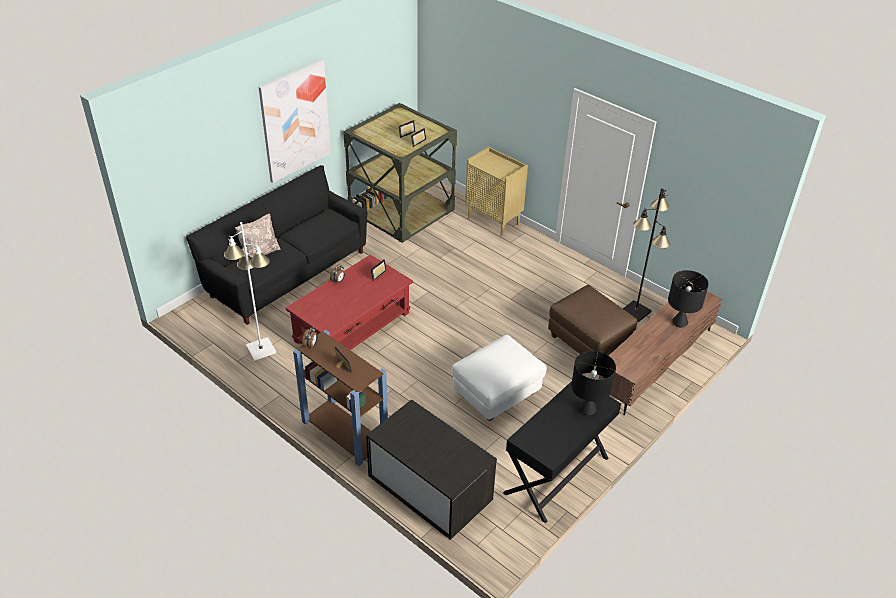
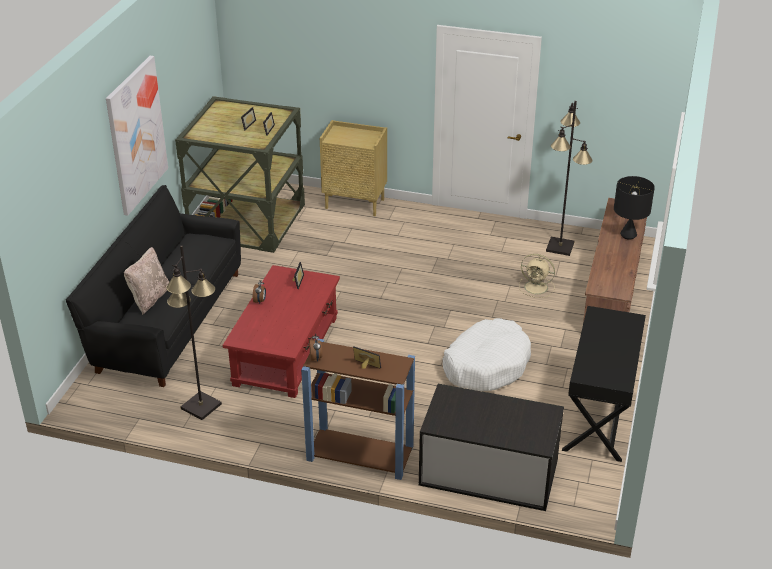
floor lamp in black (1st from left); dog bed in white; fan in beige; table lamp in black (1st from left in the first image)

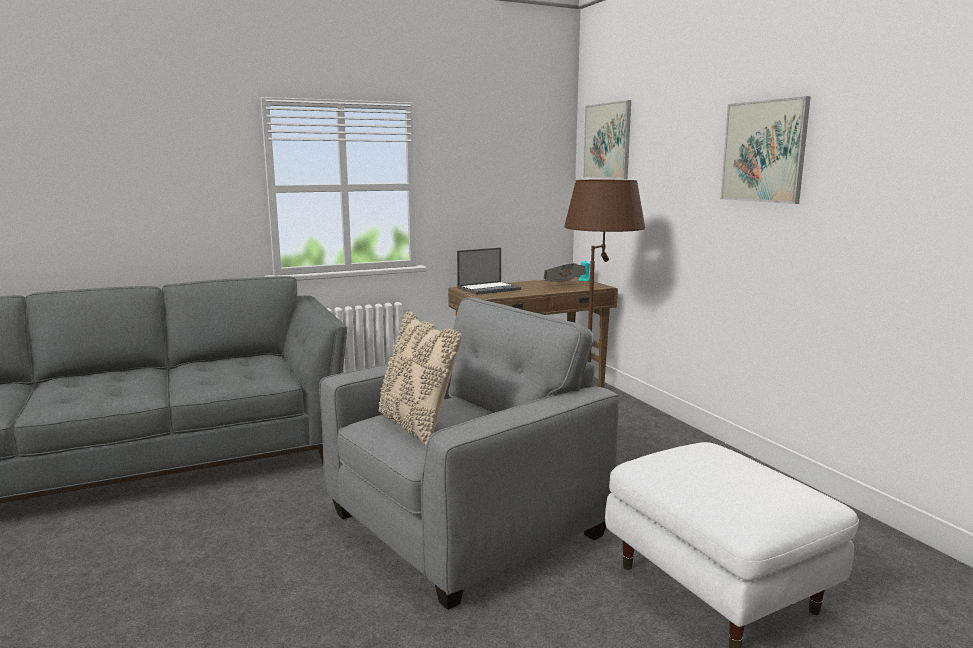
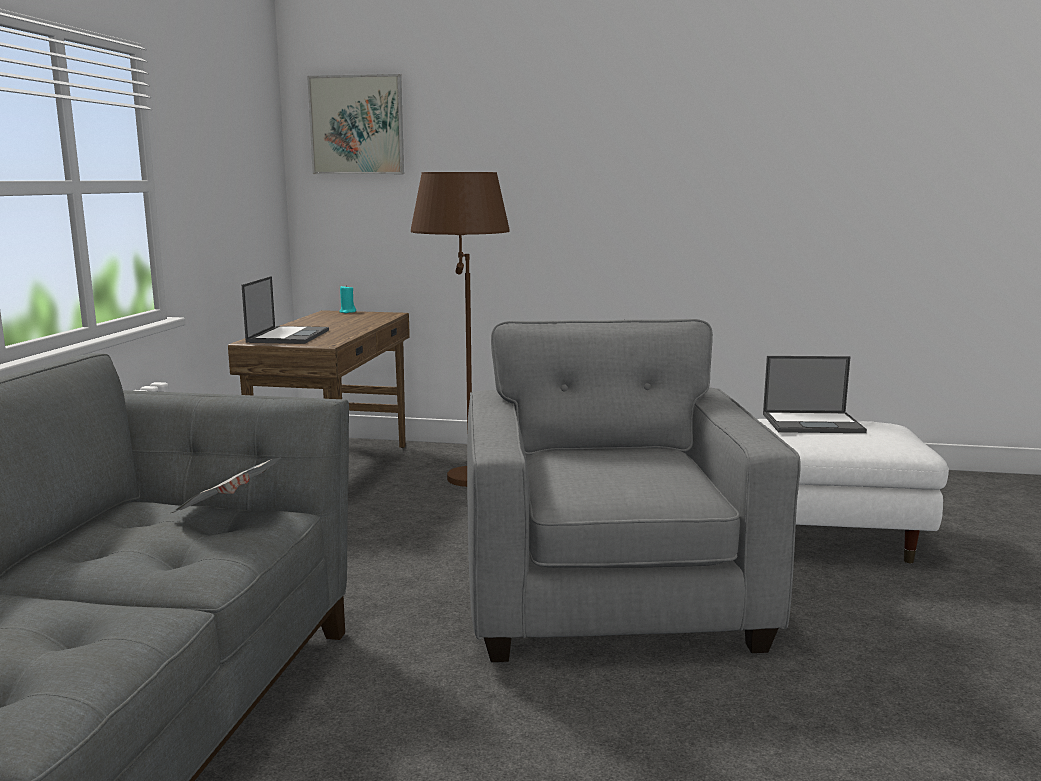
pillow in beige; newspaper; picture (2nd from left in the first image); laptop (2nd from left)

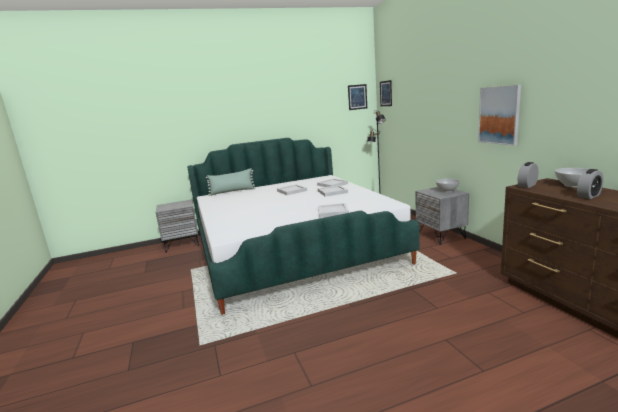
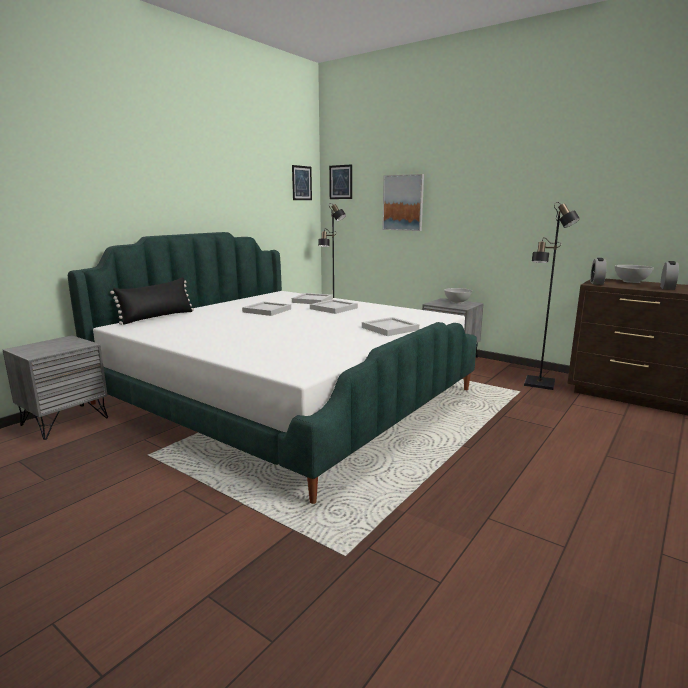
pillow in black; picture (3rd from left); floor lamp in black (2nd from left)

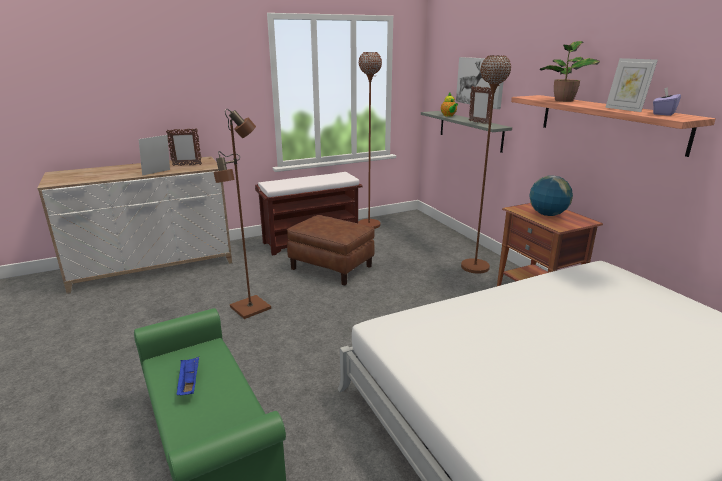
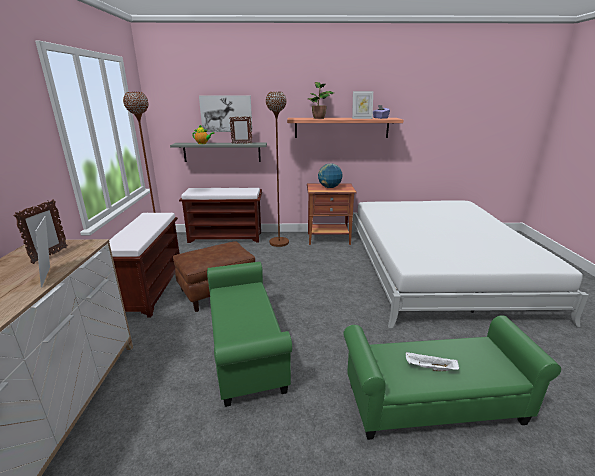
tray in white; ottoman in green (1st from left); bench in brown (2nd from left)

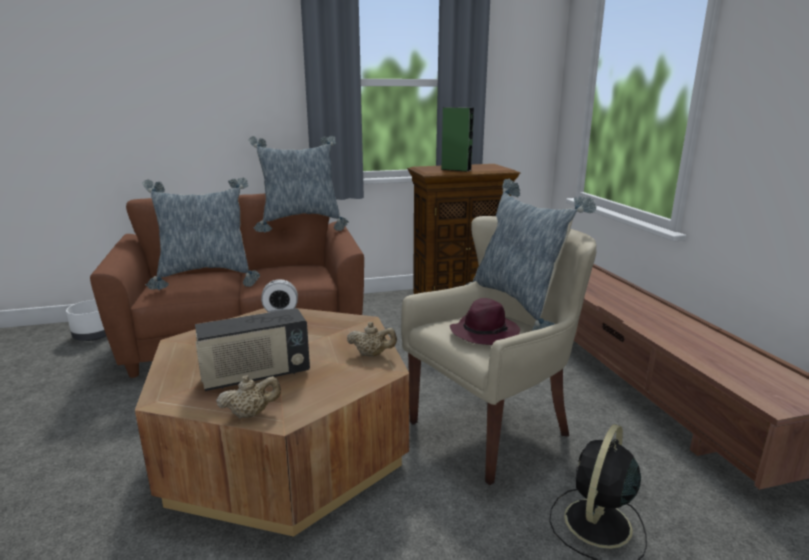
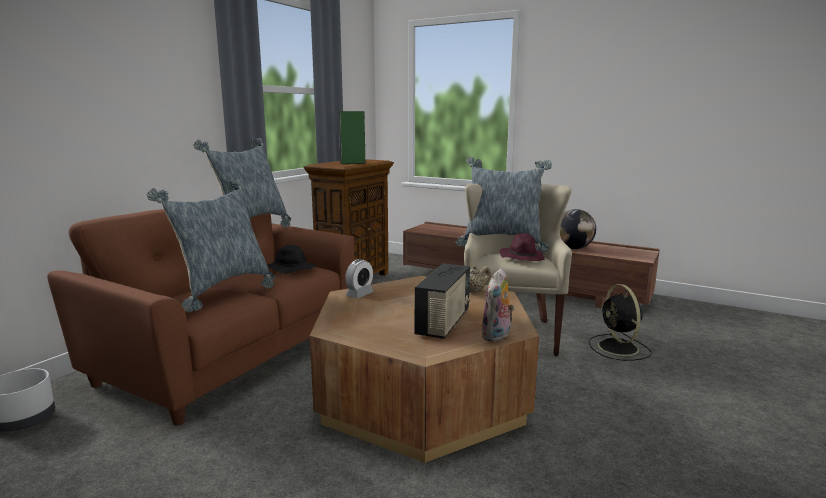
plush toy; hat in black; globe

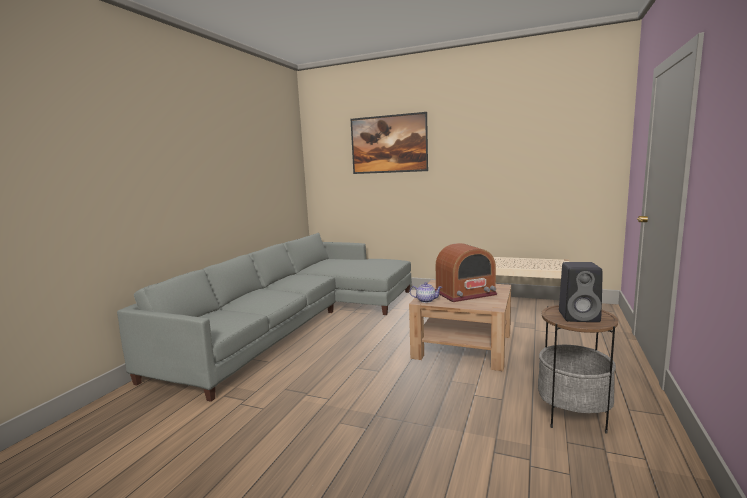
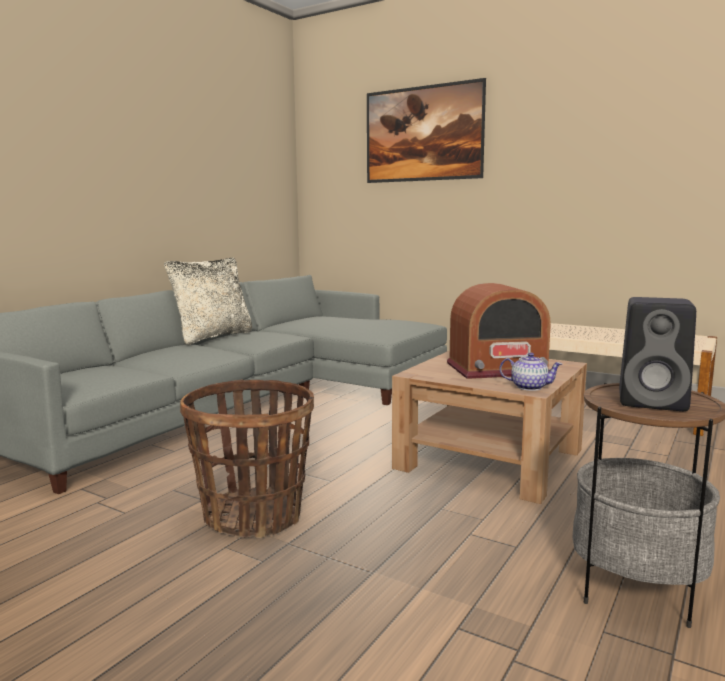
teapot; pillow in beige; basket

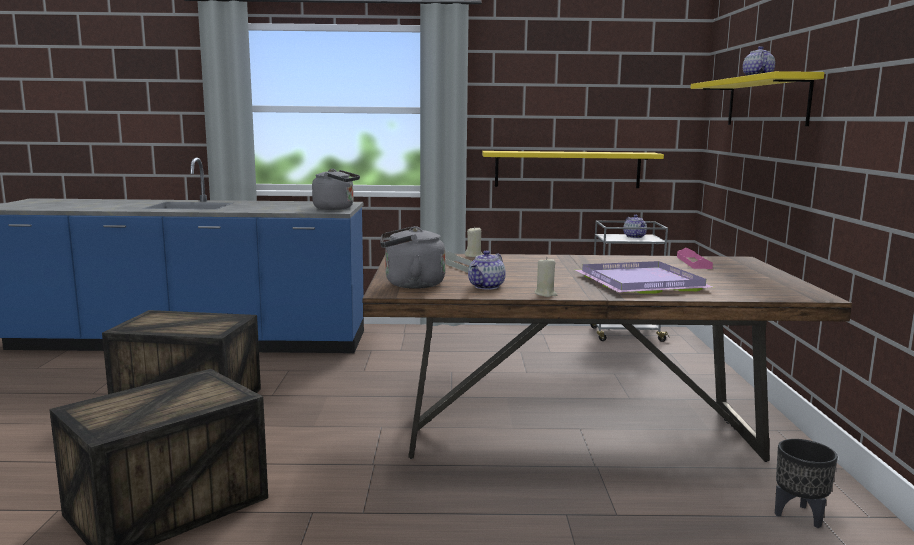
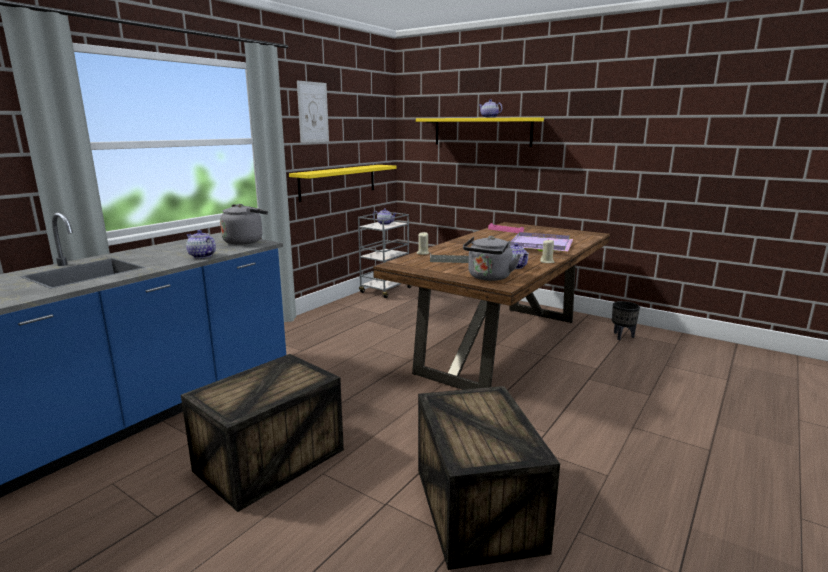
teapot (1st from left); picture

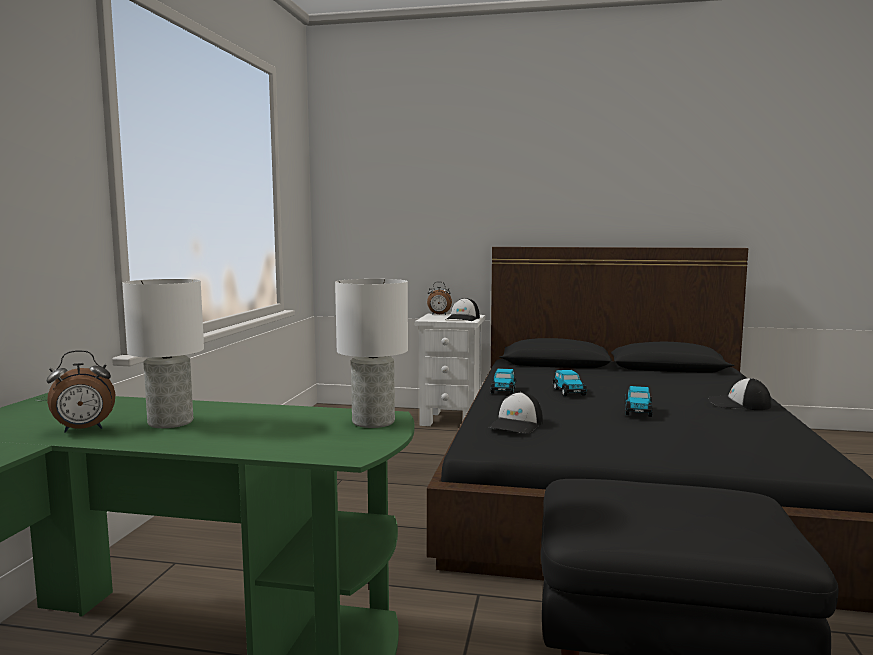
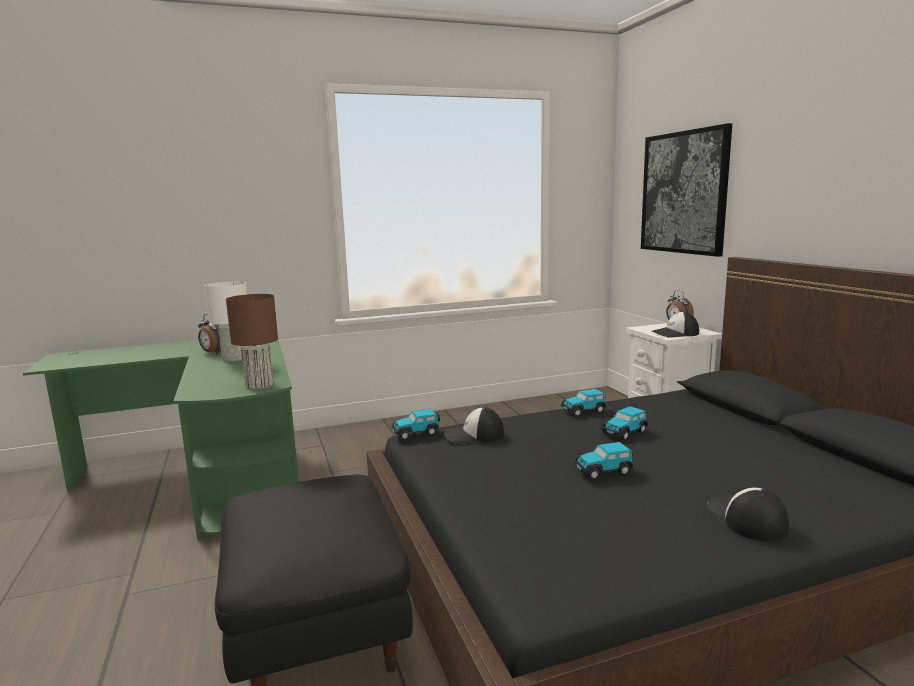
table lamp in brown; toy car (1st from left); picture

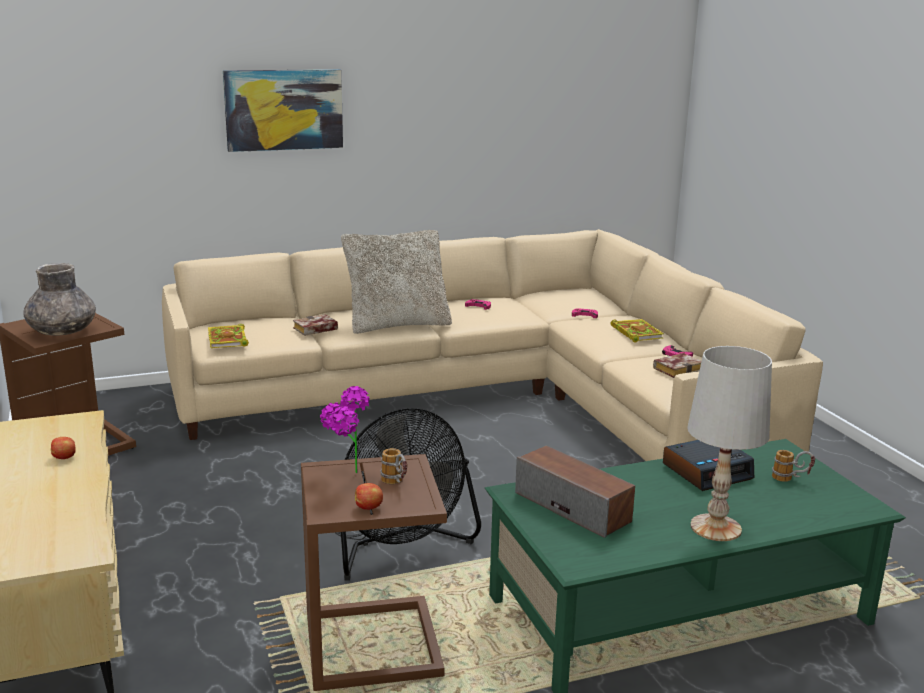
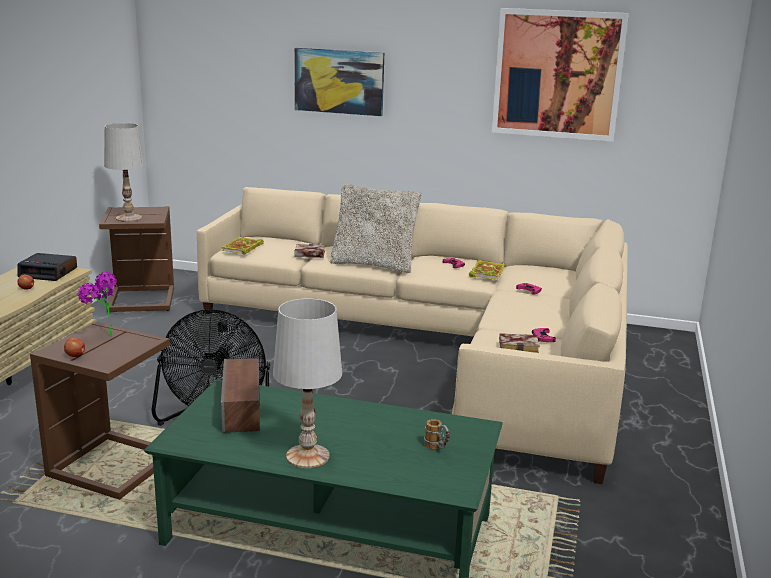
table lamp in white (1st from left); mug (1st from left in the first image); book (3rd from left); alarm clock; picture (2nd from left)

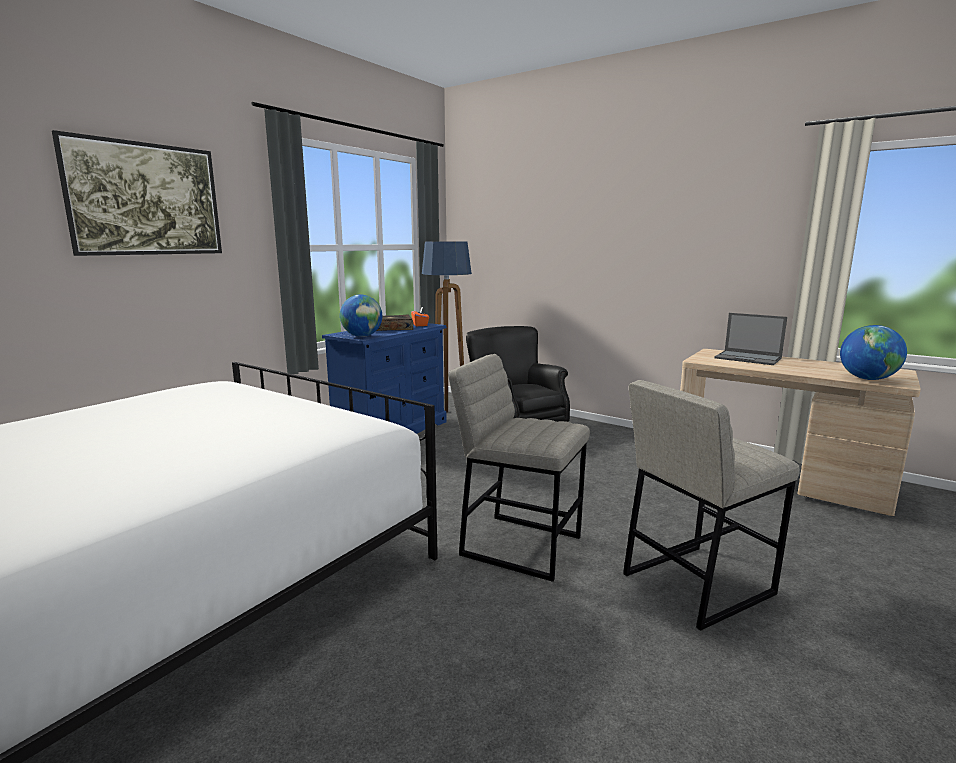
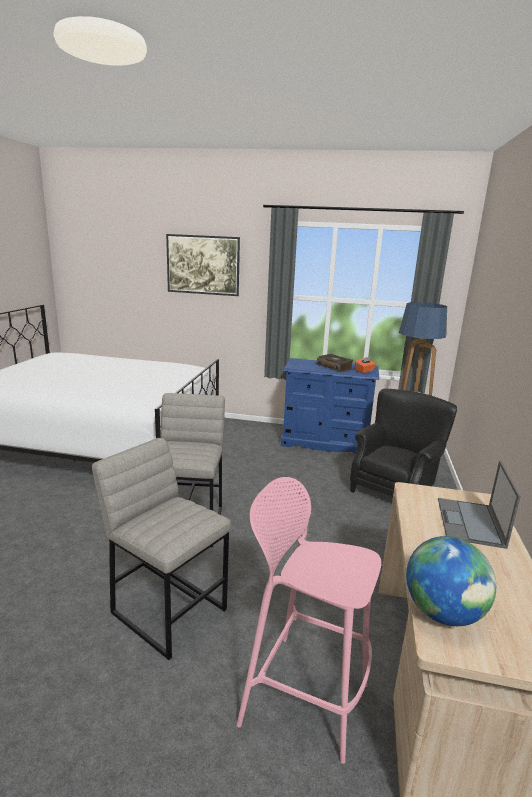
globe (1st from left in the first image); stool in pink

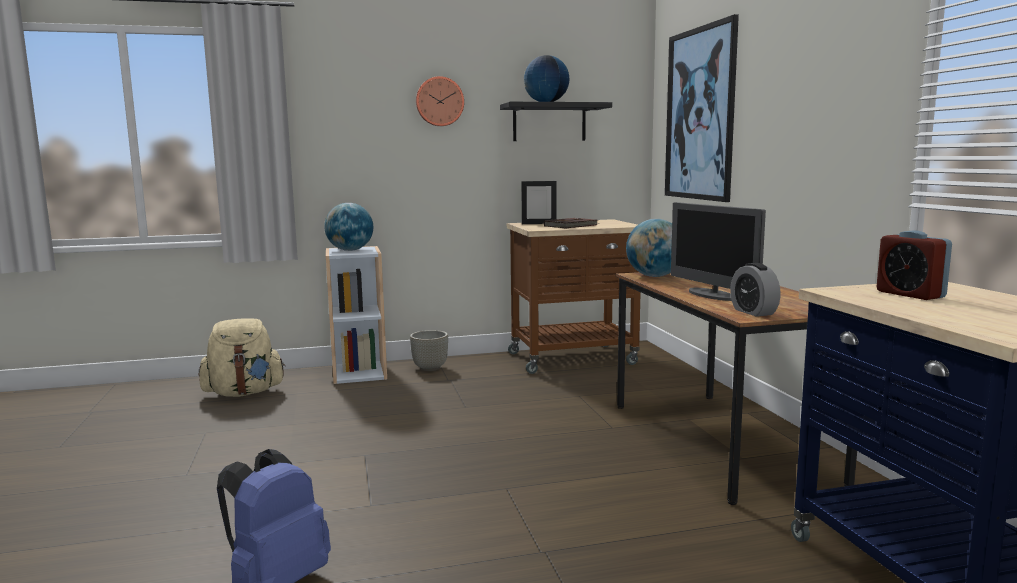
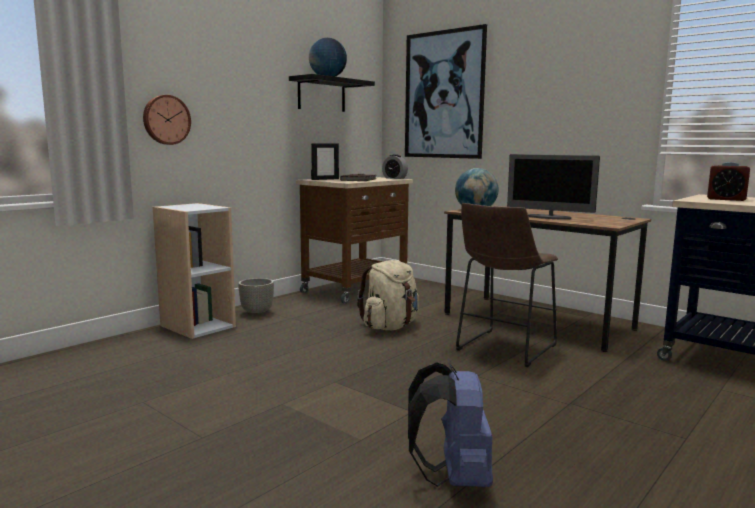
backpack in beige; globe (1st from left in the first image); wall clock; alarm clock (1st from left); stool in brown

